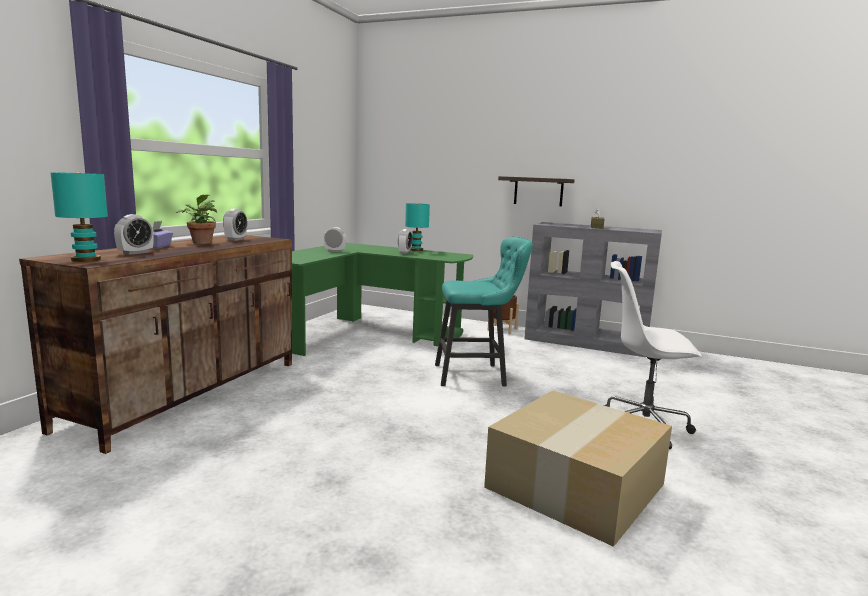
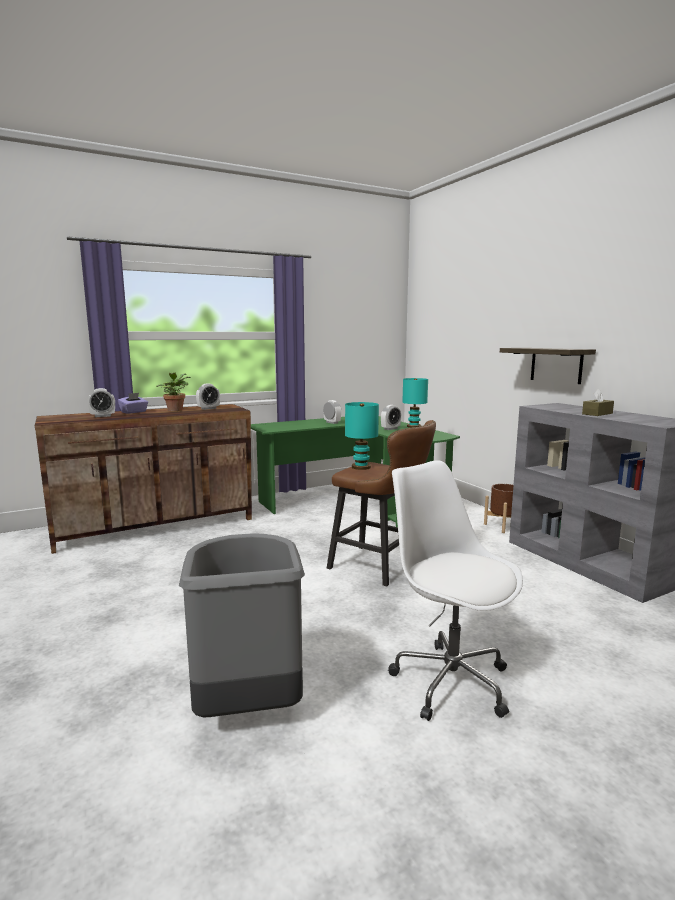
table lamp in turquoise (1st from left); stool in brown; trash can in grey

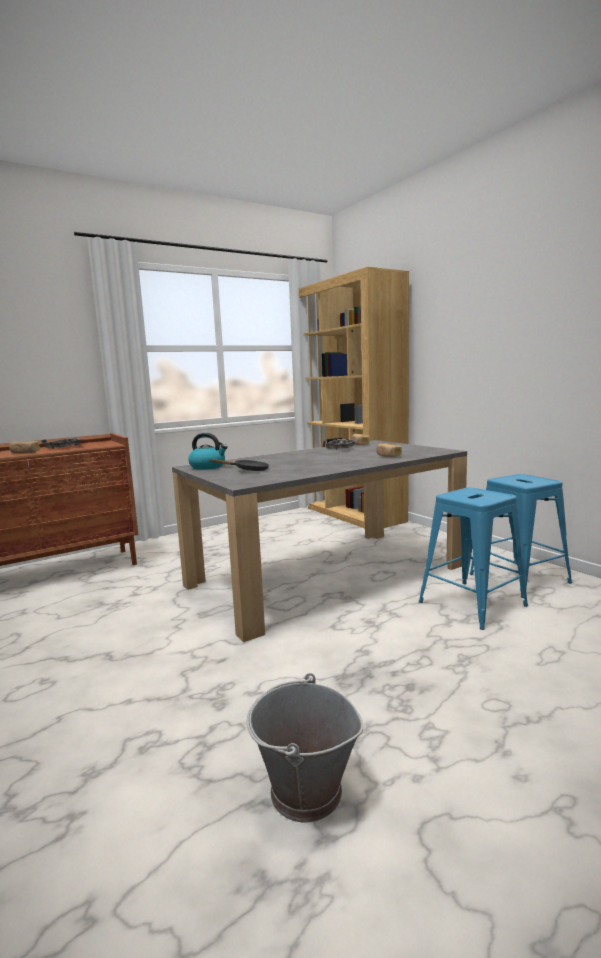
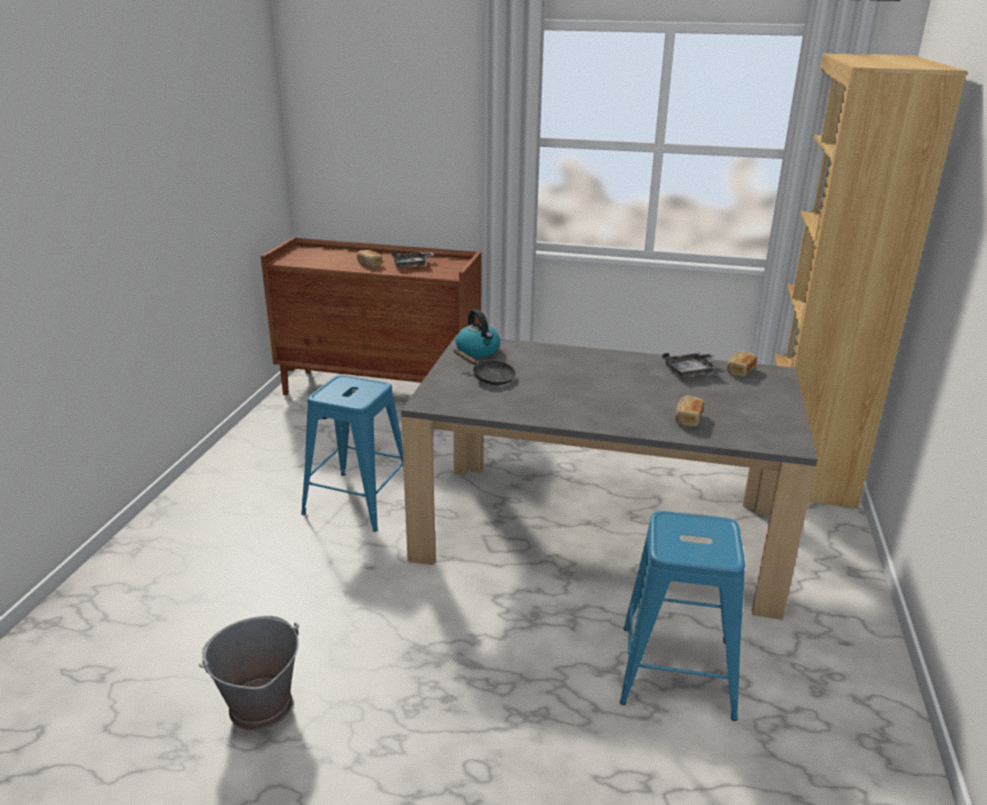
stool in blue (1st from left)

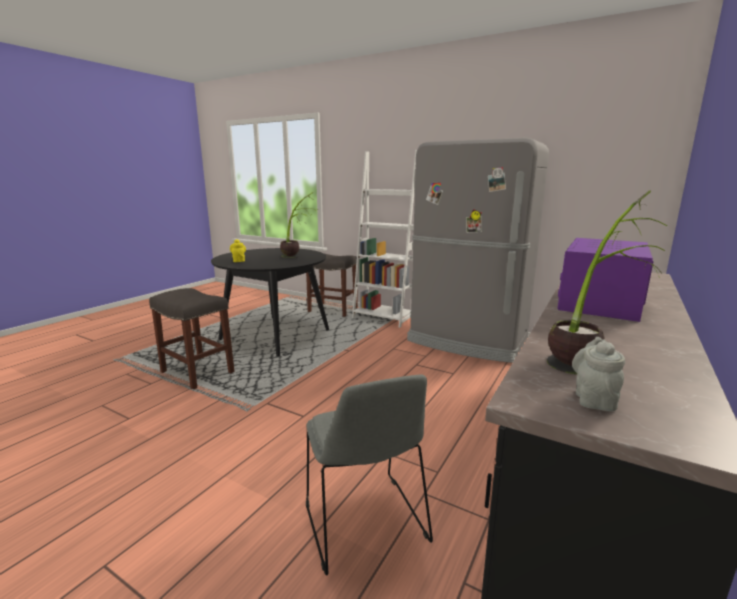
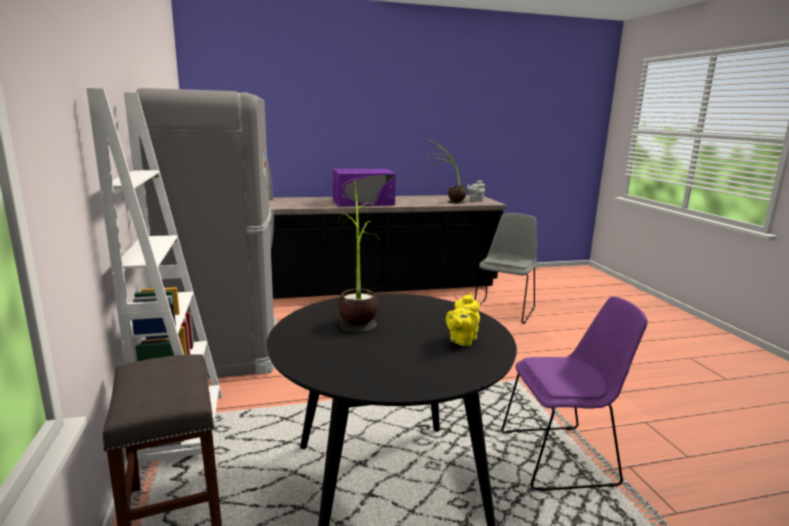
chair in purple

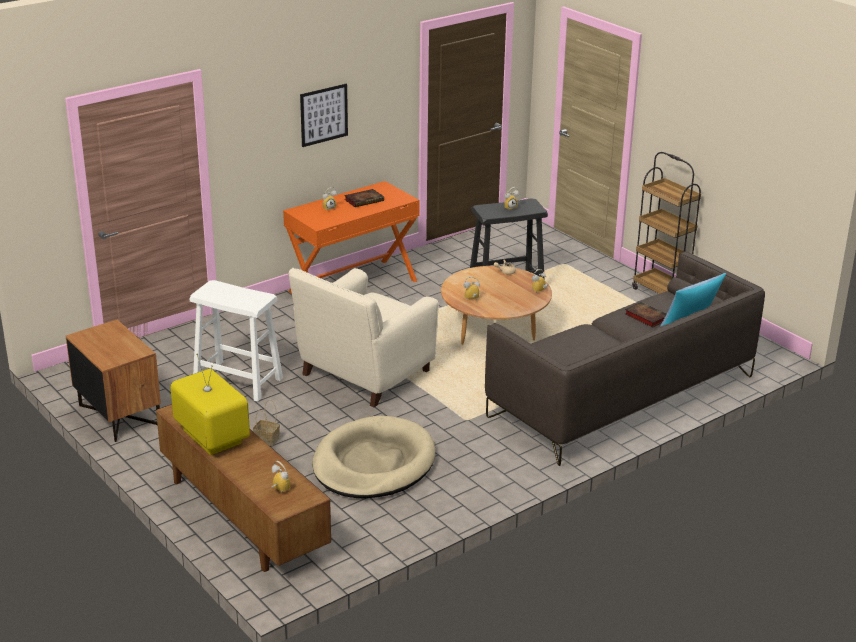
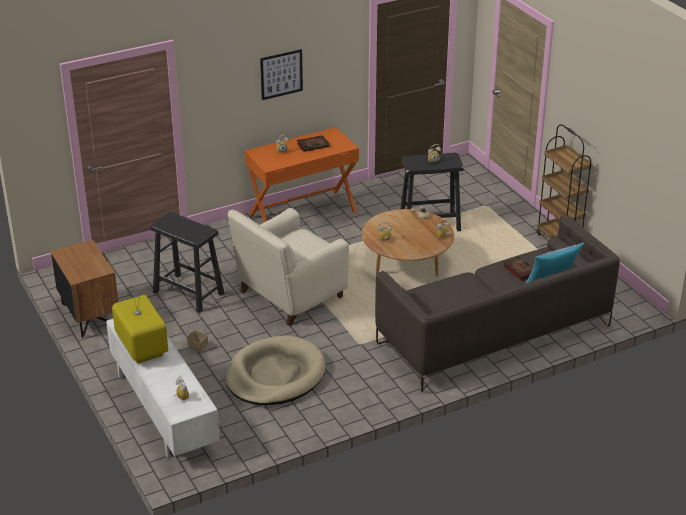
tv stand in white; stool in black (1st from left)

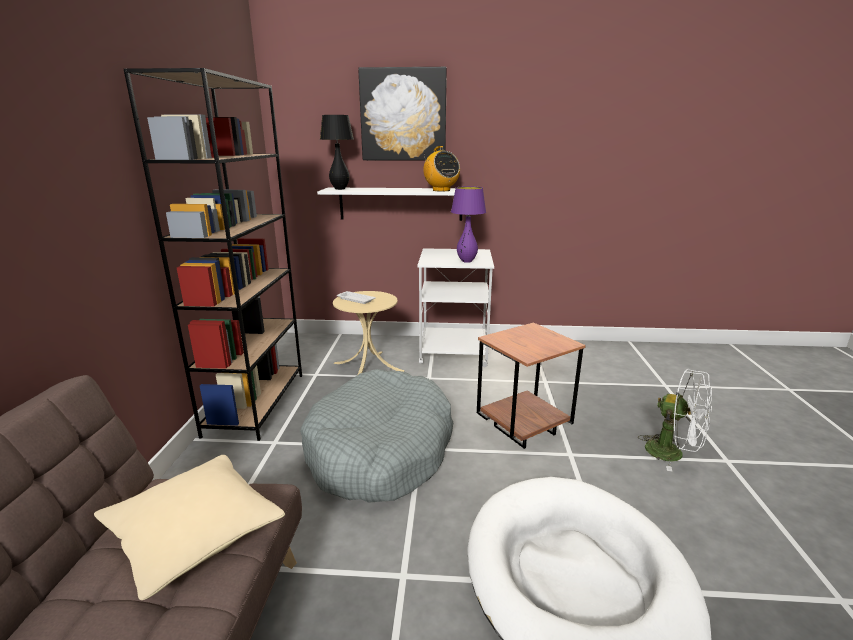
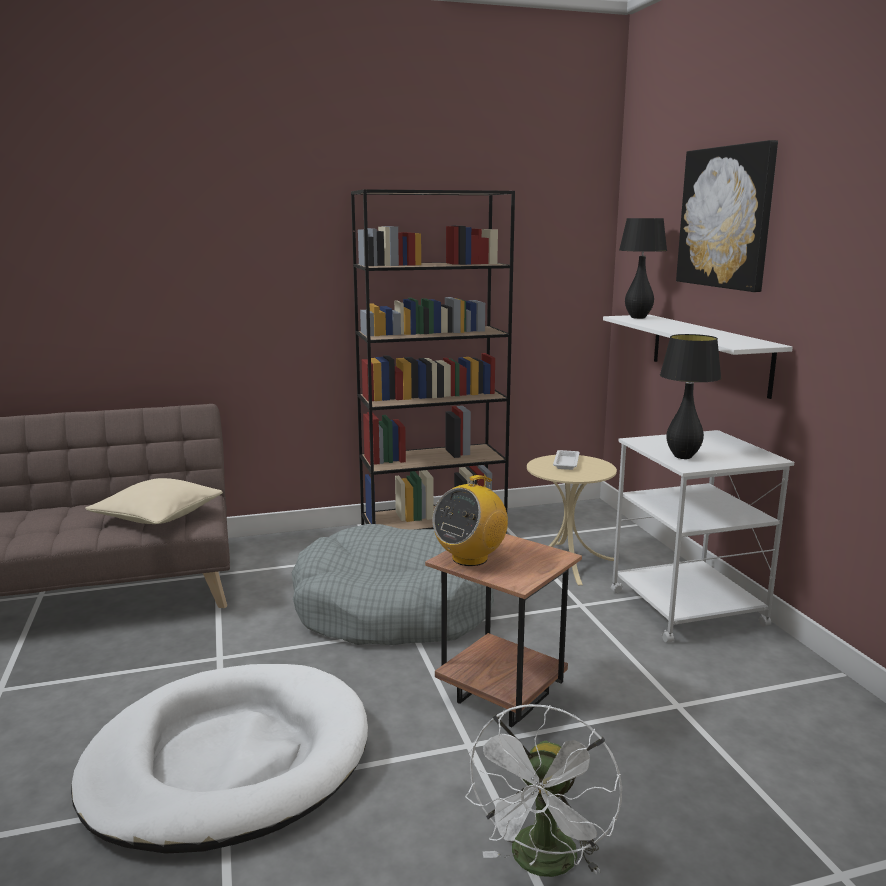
radio; table lamp in black (2nd from left)

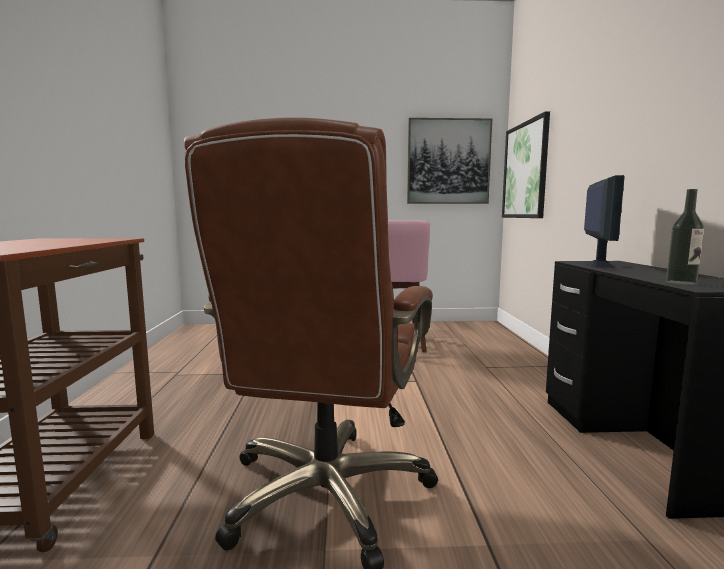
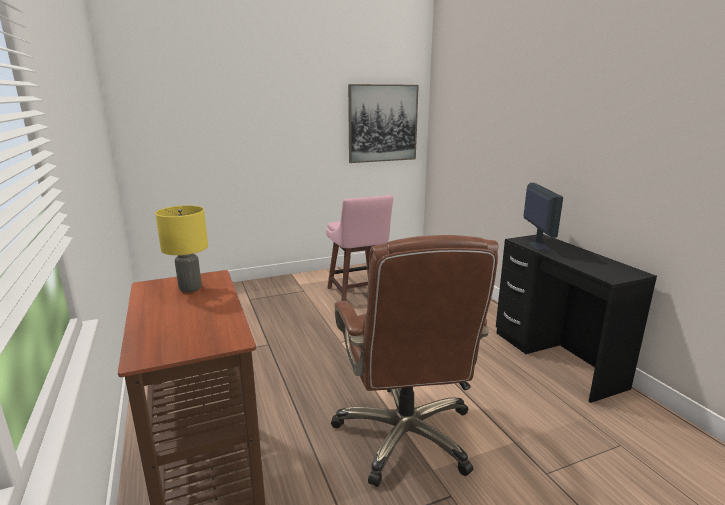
picture (2nd from left in the first image); bottle; table lamp in yellow

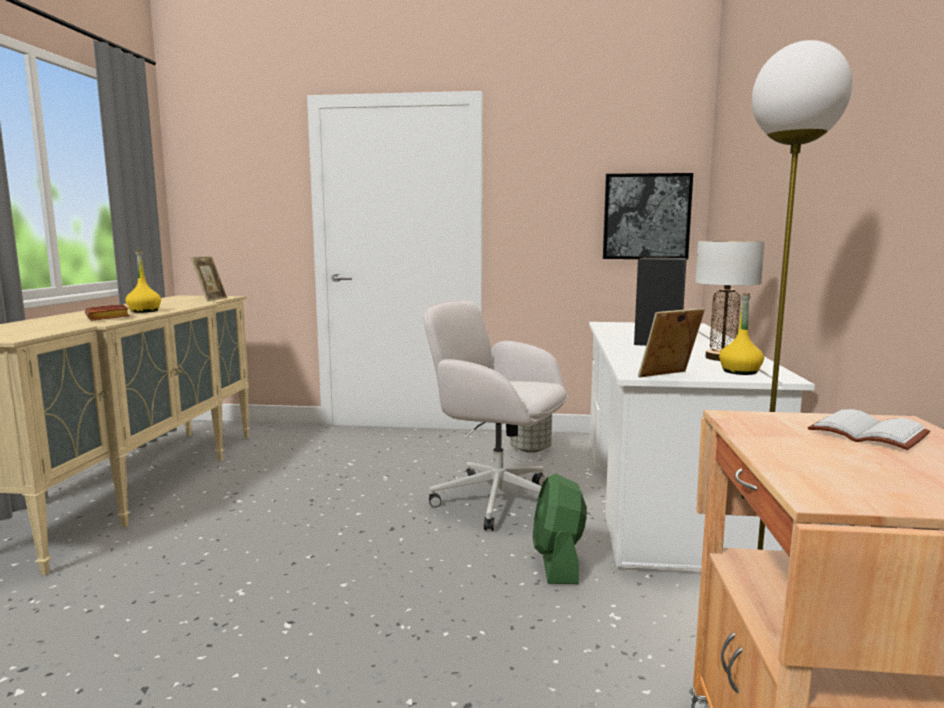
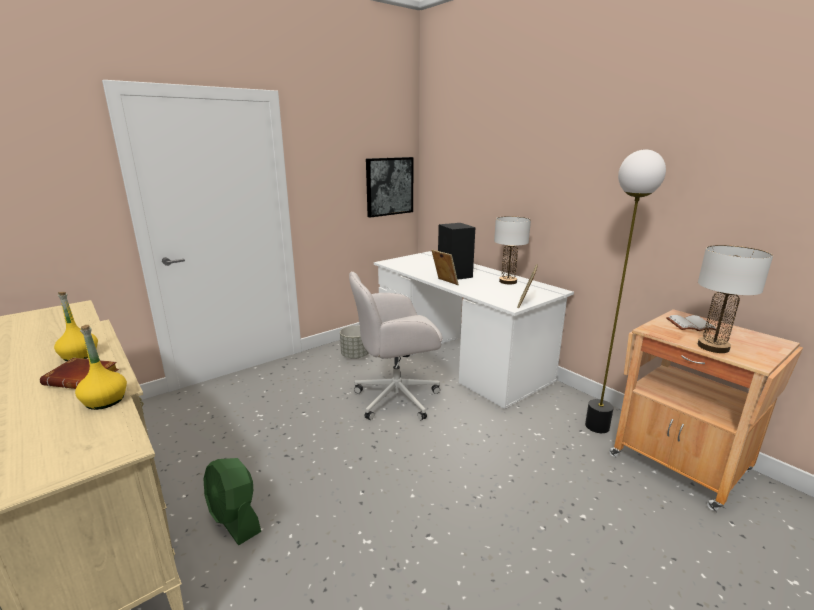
picture frame (1st from left); fan in green; bottle in yellow (2nd from left); table lamp (2nd from left)

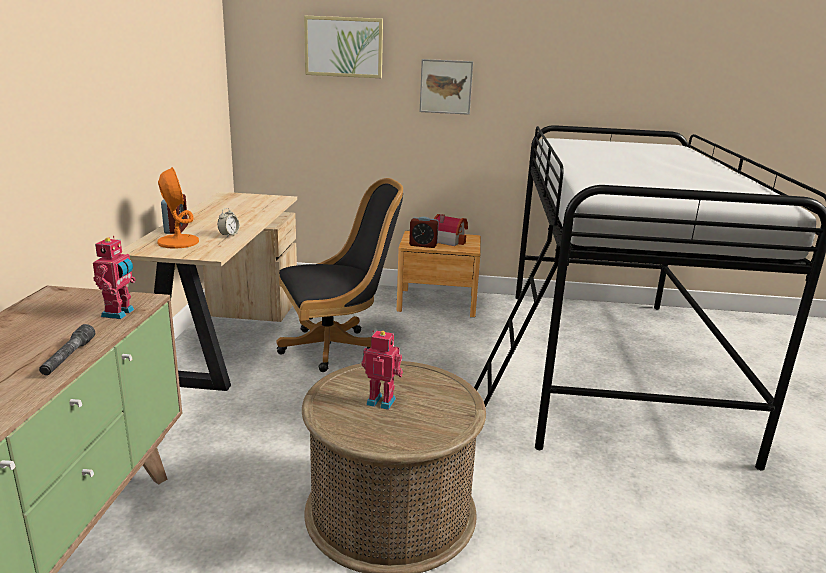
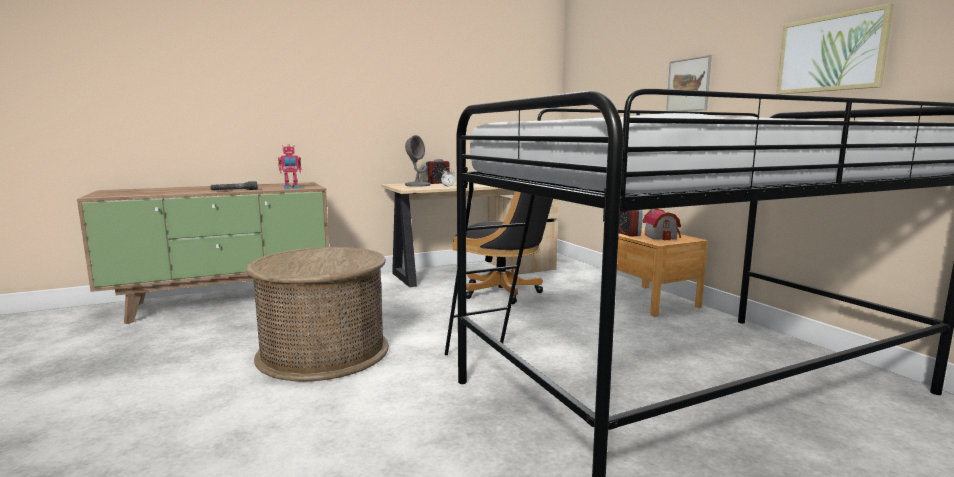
table lamp in grey; picture (2nd from left); toy robot (2nd from left in the first image)

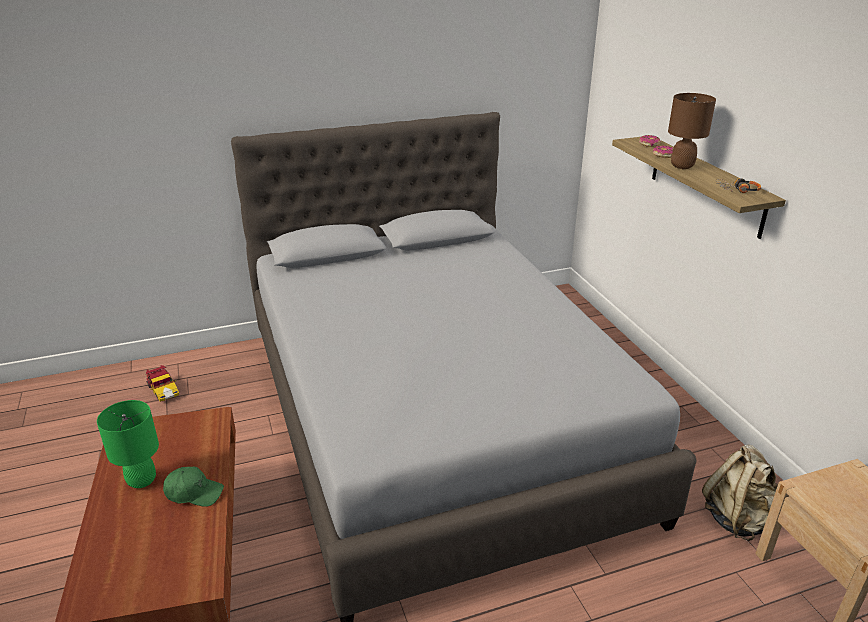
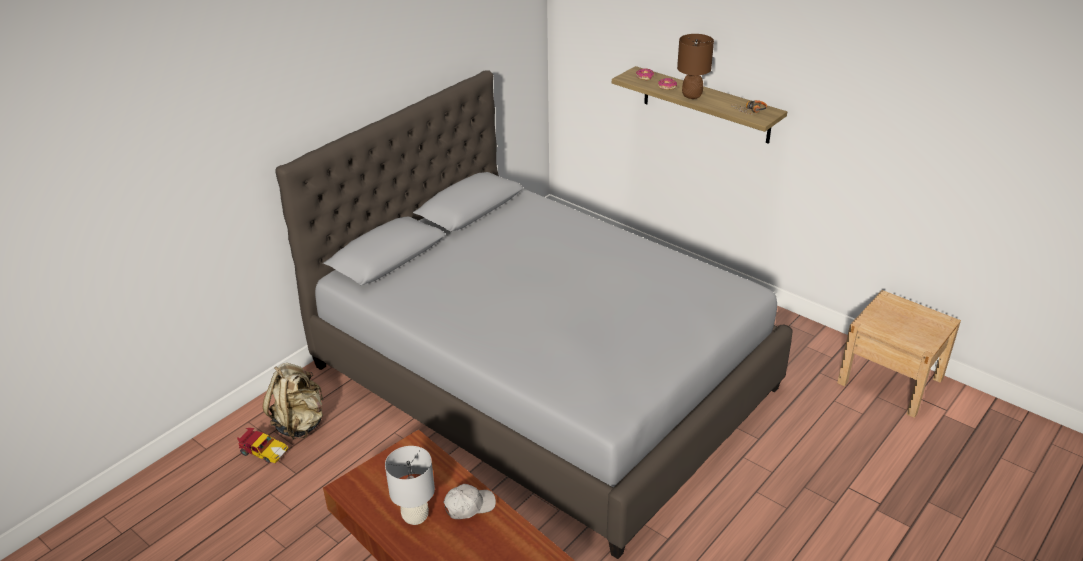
table lamp in grey; cap in white; backpack in beige

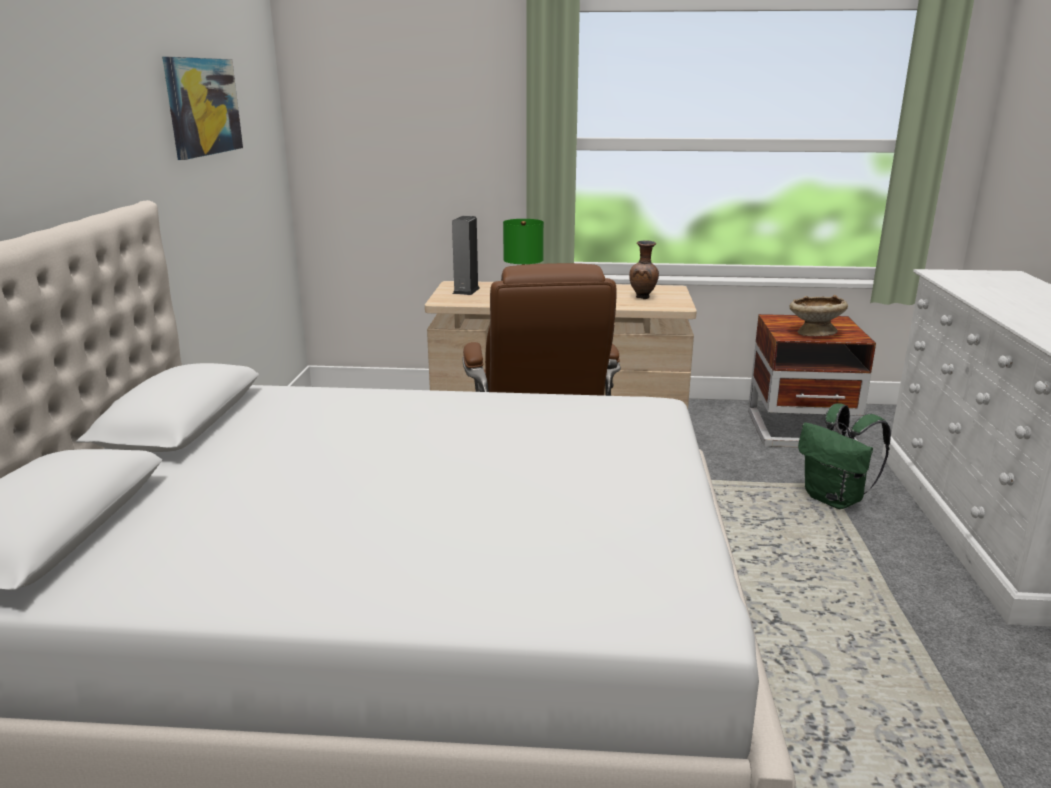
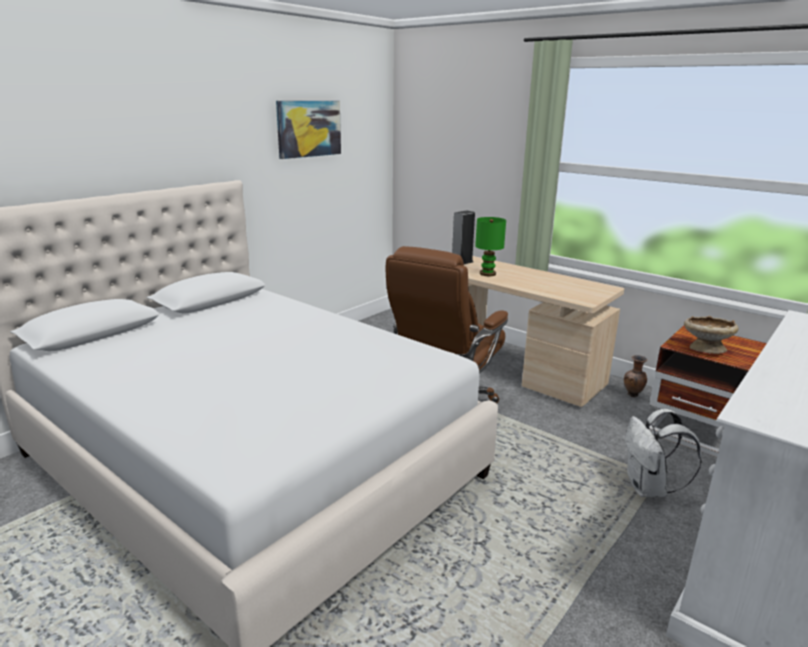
vase in brown; backpack in white

